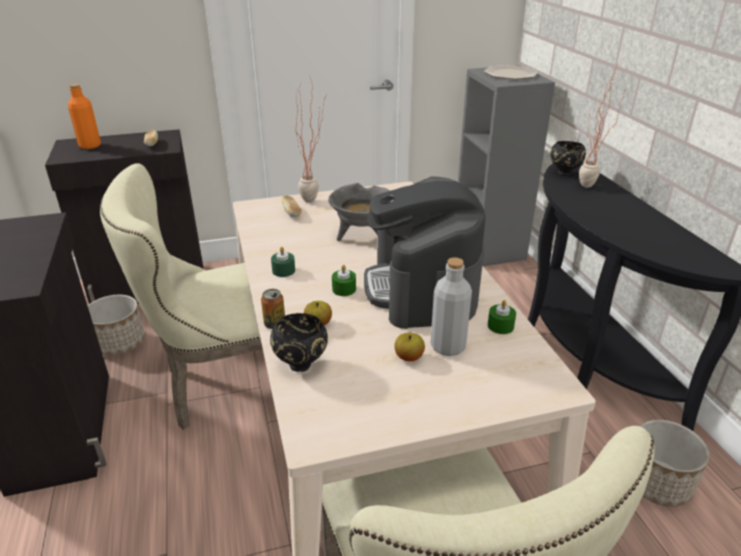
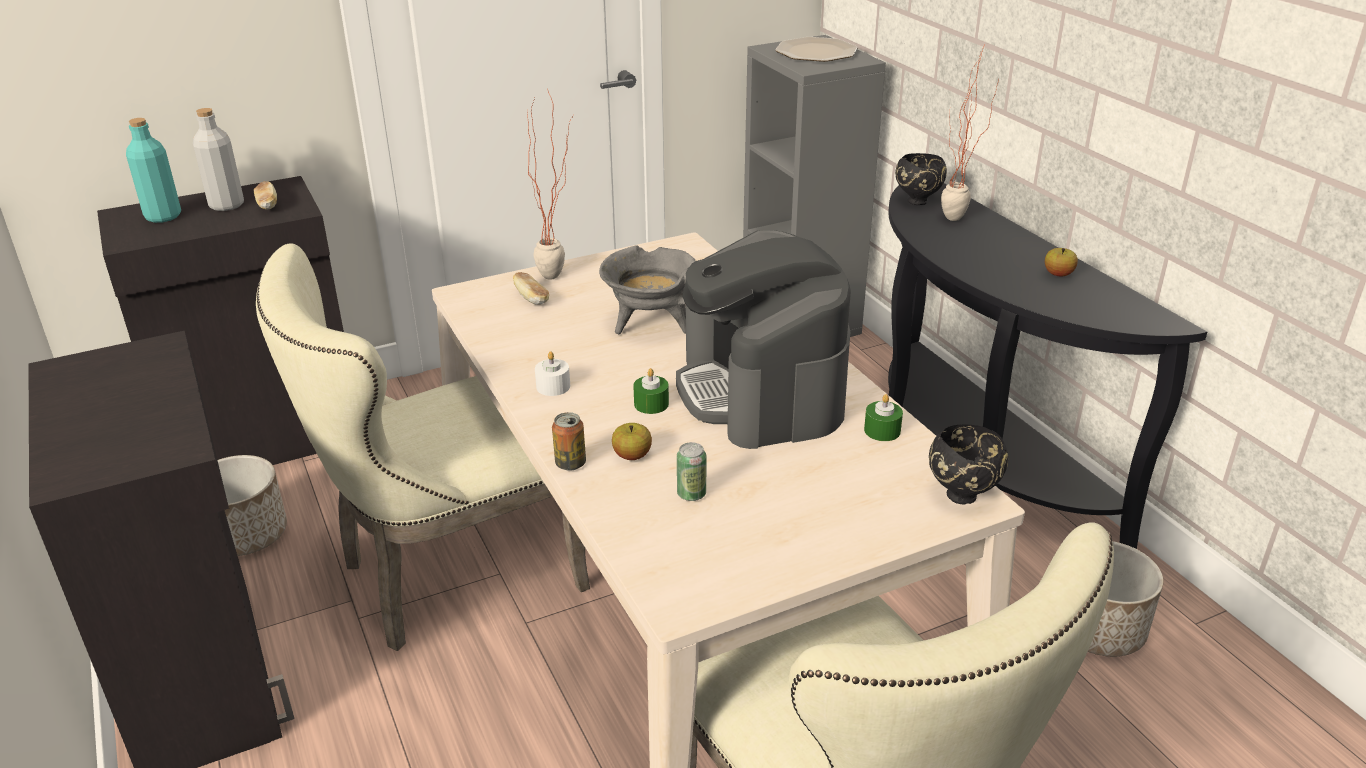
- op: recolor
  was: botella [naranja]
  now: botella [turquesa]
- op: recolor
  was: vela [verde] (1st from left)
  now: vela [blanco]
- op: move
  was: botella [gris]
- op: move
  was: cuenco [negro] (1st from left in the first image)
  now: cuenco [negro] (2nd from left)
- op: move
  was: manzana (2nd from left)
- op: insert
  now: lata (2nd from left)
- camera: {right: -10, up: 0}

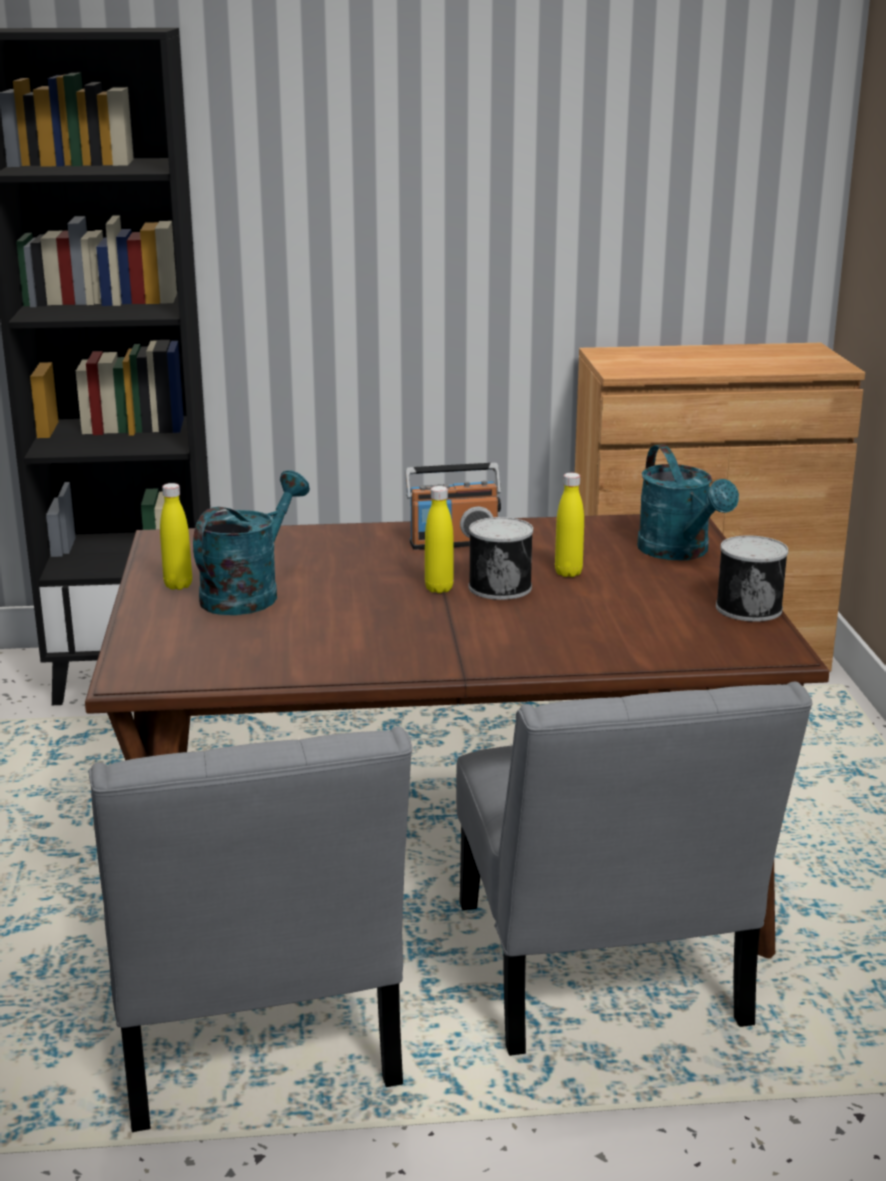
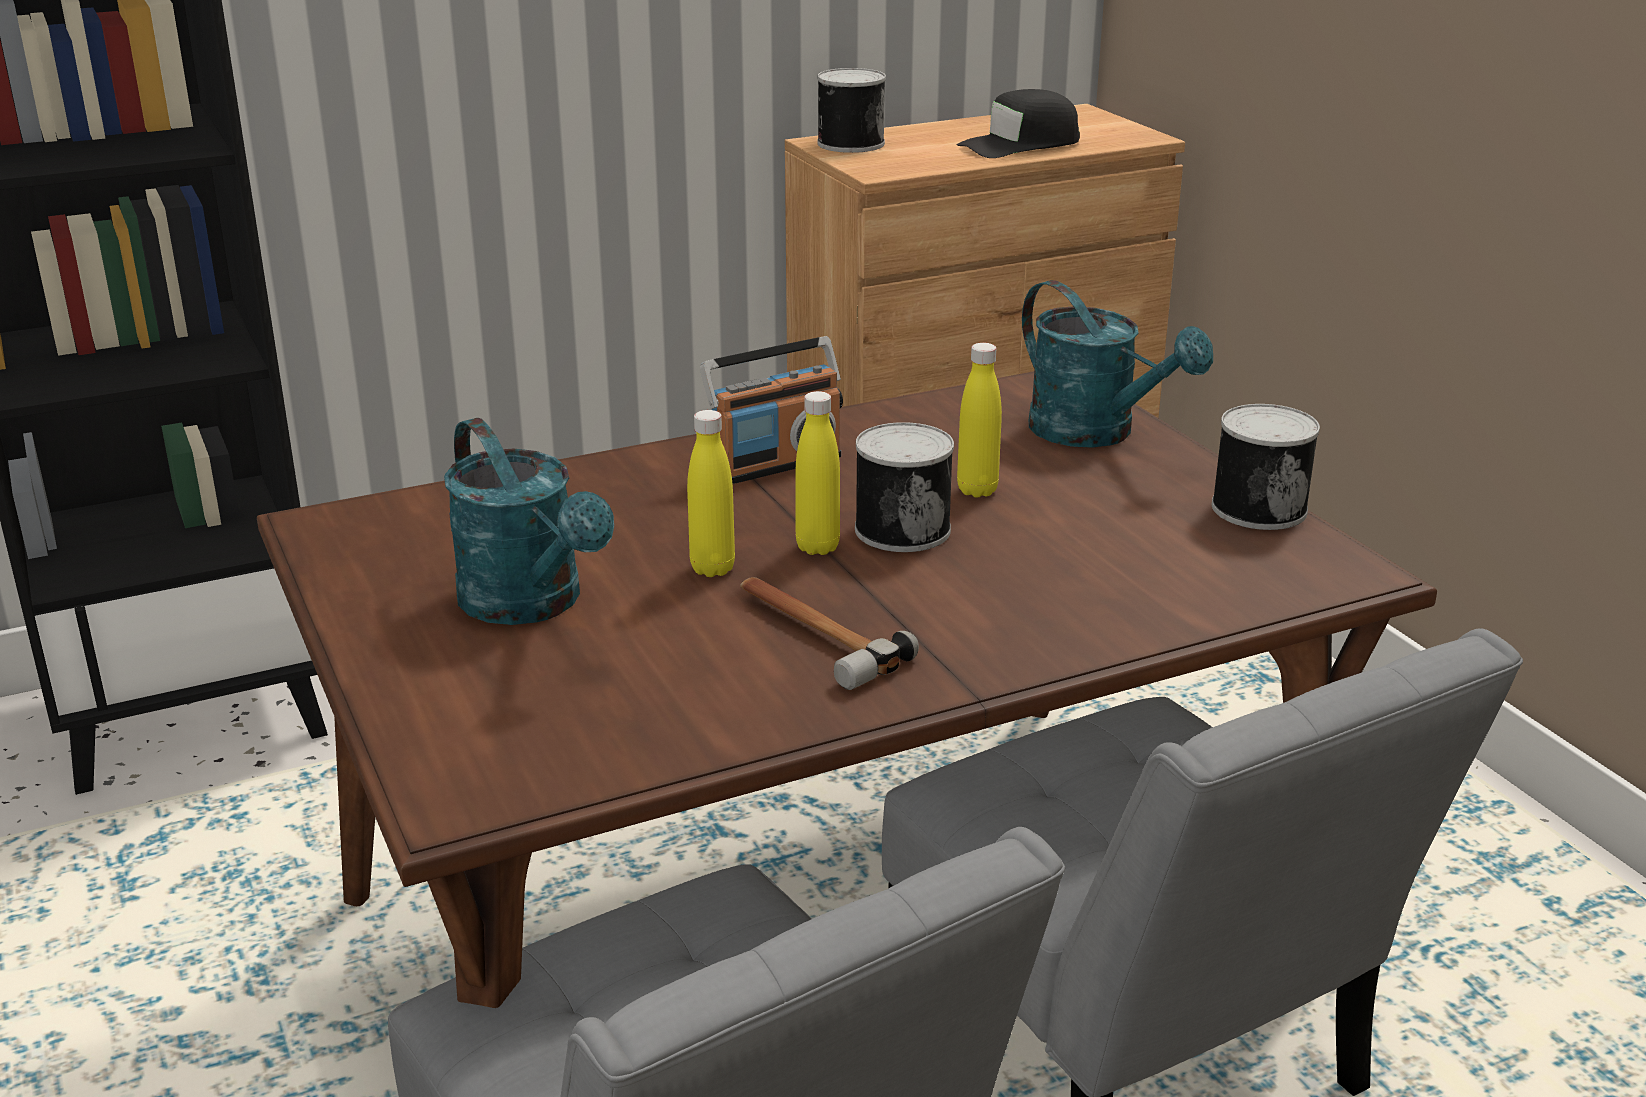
- op: rotate
  was: regadera [turquesa] (1st from left)
  clockwise: 135
- op: move
  was: botella [amarillo] (1st from left)
- op: insert
  now: lata (1st from left)
- op: insert
  now: gorra [negro]
- op: insert
  now: martillo
- camera: {right: -20, up: 5}

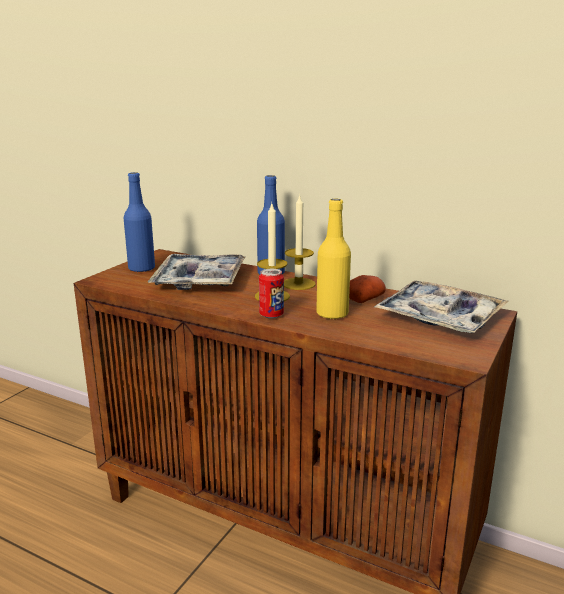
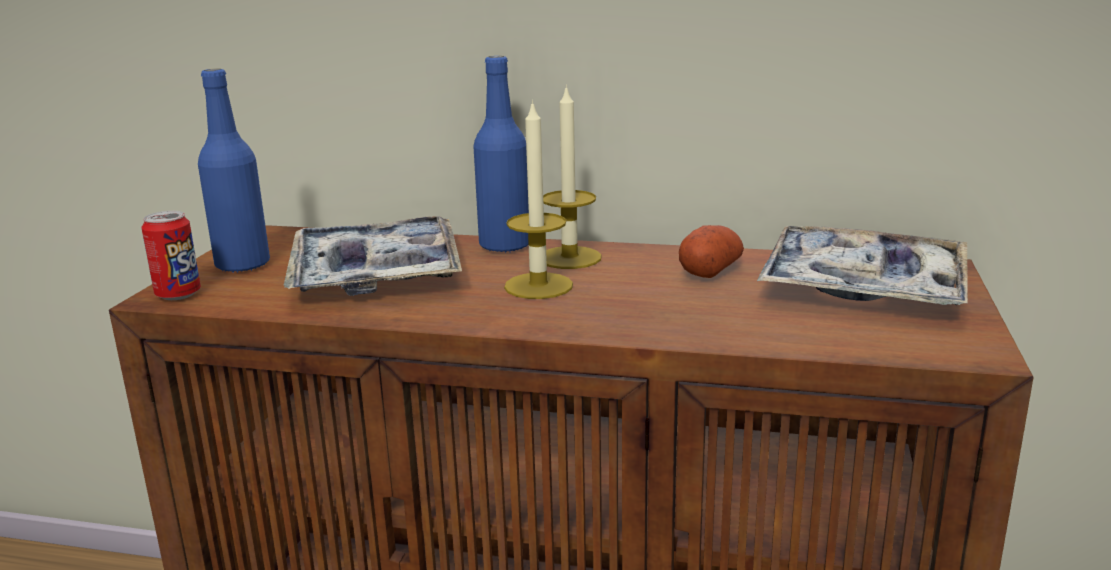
- op: delete
  was: botella [amarillo]
- op: move
  was: lata
- camera: {right: -15, up: 0}

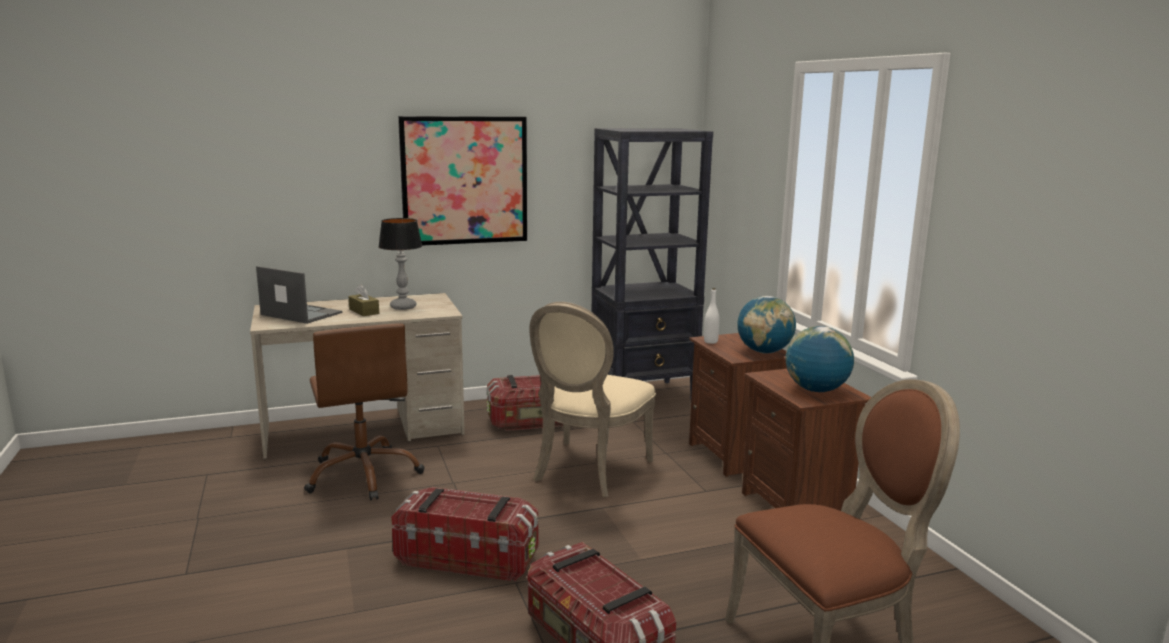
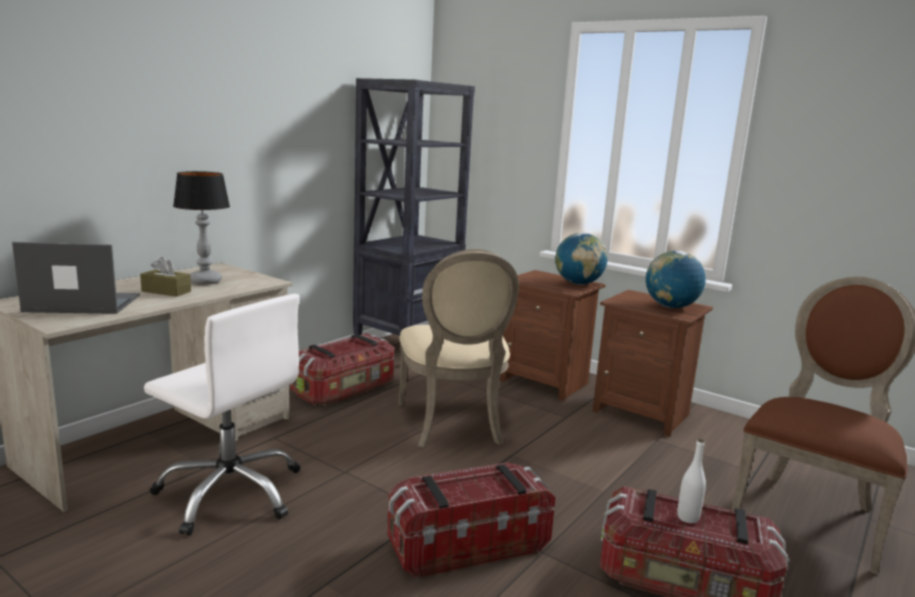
- op: delete
  was: cuadro
- op: move
  was: botella [blanco]
- op: recolor
  was: silla de oficina [marrón]
  now: silla de oficina [blanco]
- camera: {right: -35, up: 0}

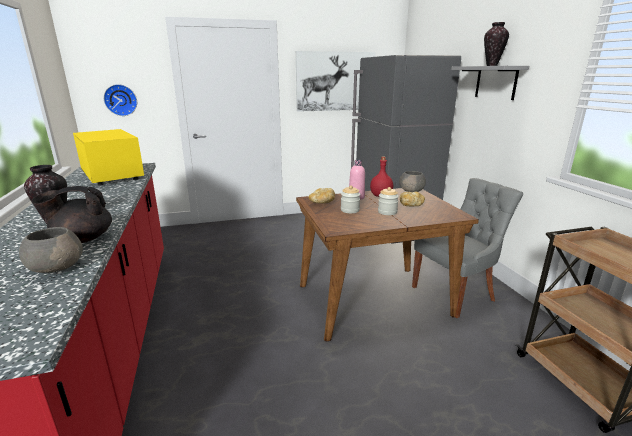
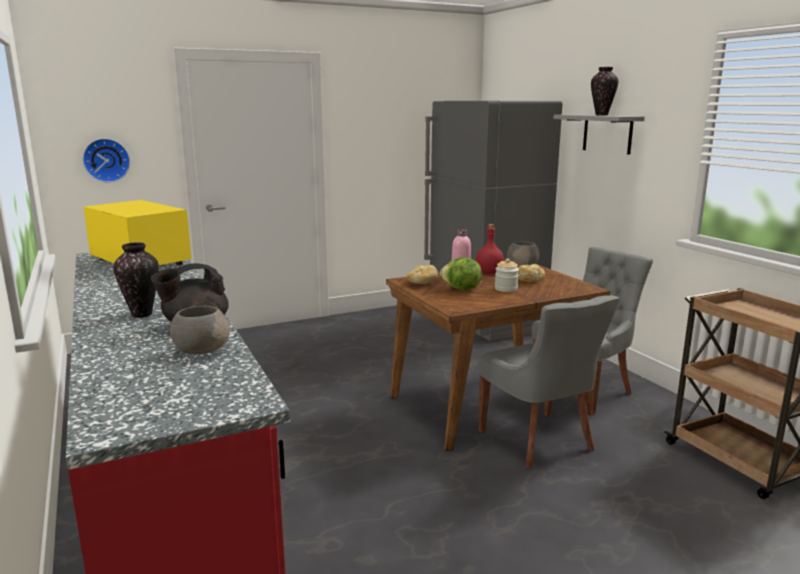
- op: delete
  was: cuadro
- op: replace
  was: tarro (1st from left)
  now: lechuga
- op: insert
  now: silla [gris] (1st from left)
- camera: {right: -10, up: -5}

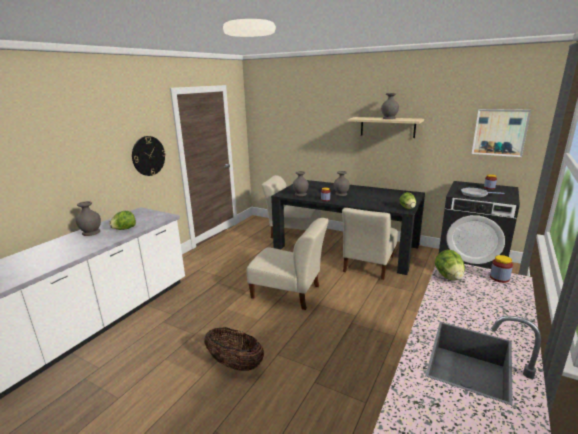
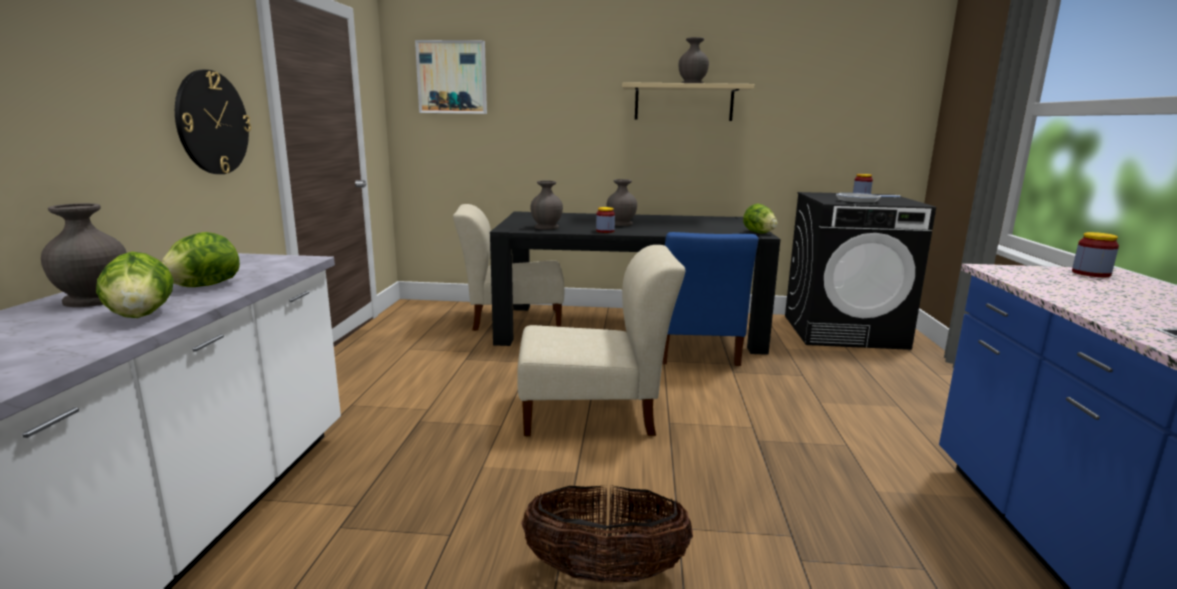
- op: move
  was: cuadro
- op: recolor
  was: silla [beis] (3rd from left)
  now: silla [azul]
- op: move
  was: lechuga (3rd from left in the first image)
  now: lechuga (1st from left)
- camera: {right: -25, up: -5}

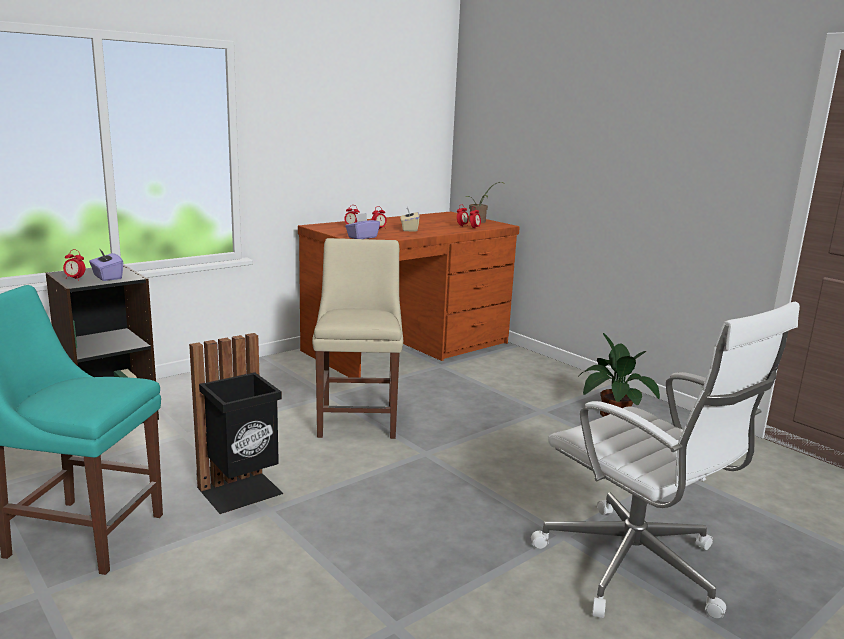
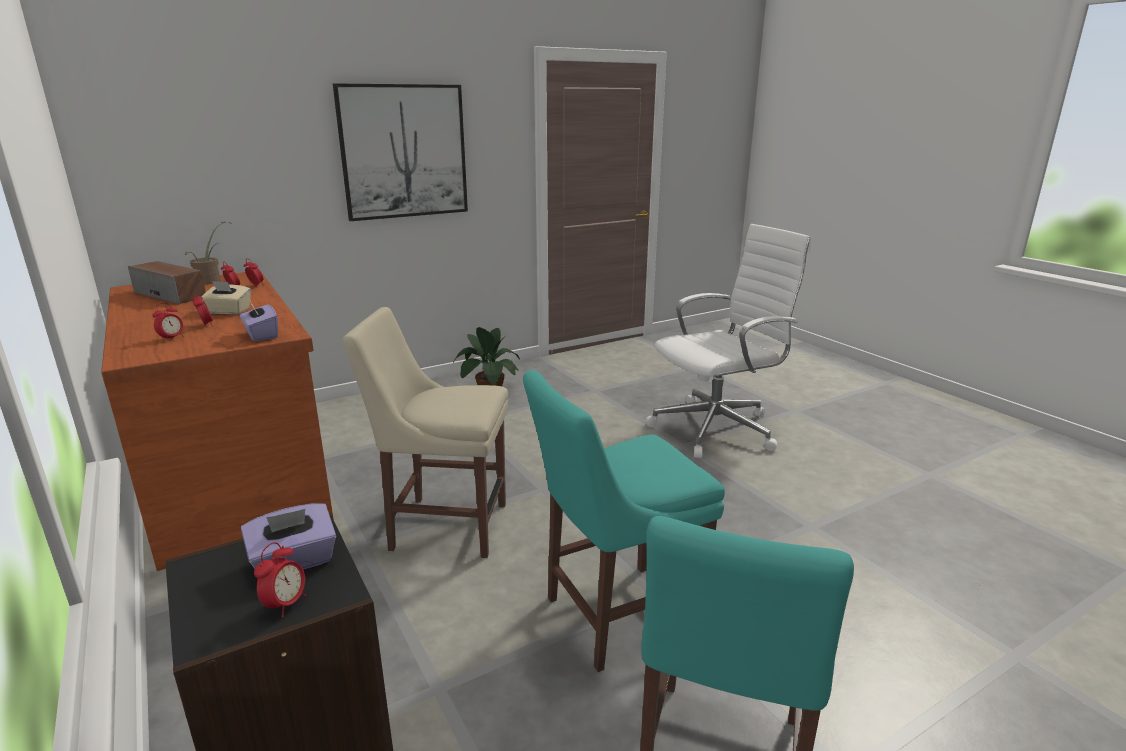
- op: replace
  was: papelera [negro]
  now: silla [turquesa] (1st from left)
- op: insert
  now: cuadro
- op: insert
  now: altavoz
- camera: {right: -80, up: 5}

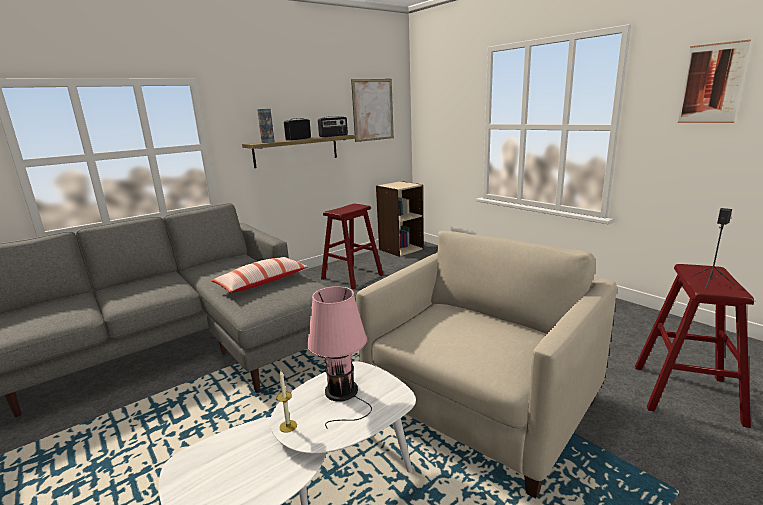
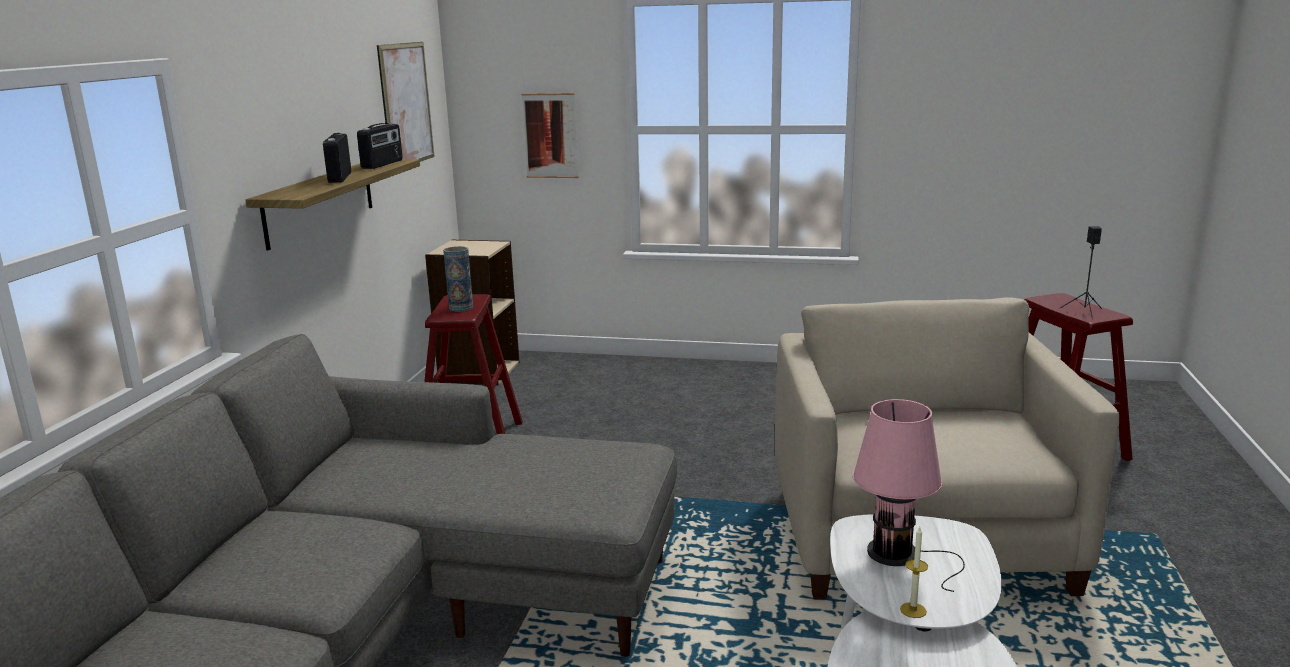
- op: move
  was: cuadro (2nd from left)
- op: move
  was: florero
- op: delete
  was: cojín
- camera: {right: -40, up: 0}

